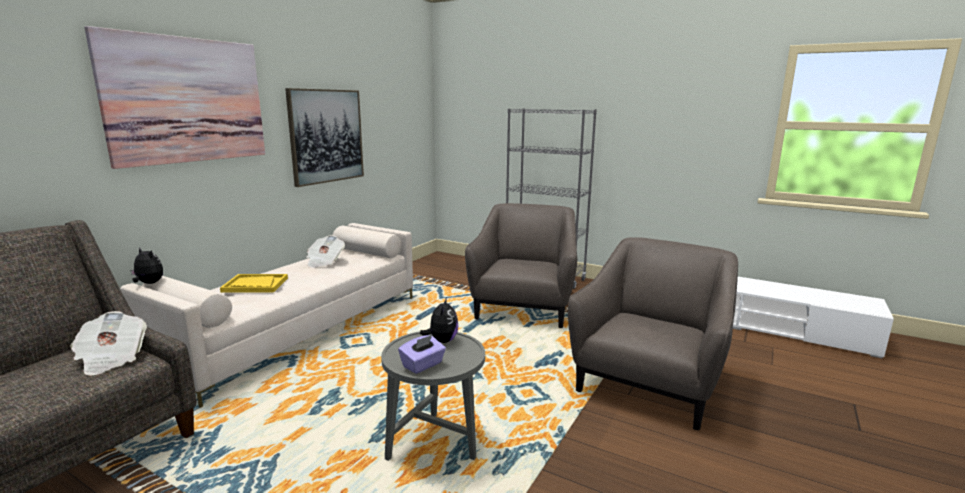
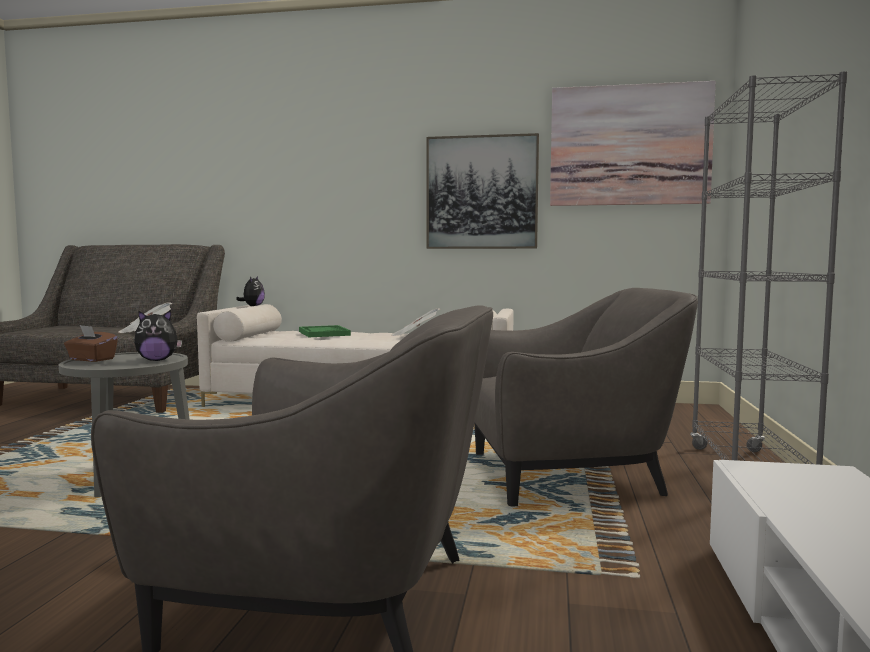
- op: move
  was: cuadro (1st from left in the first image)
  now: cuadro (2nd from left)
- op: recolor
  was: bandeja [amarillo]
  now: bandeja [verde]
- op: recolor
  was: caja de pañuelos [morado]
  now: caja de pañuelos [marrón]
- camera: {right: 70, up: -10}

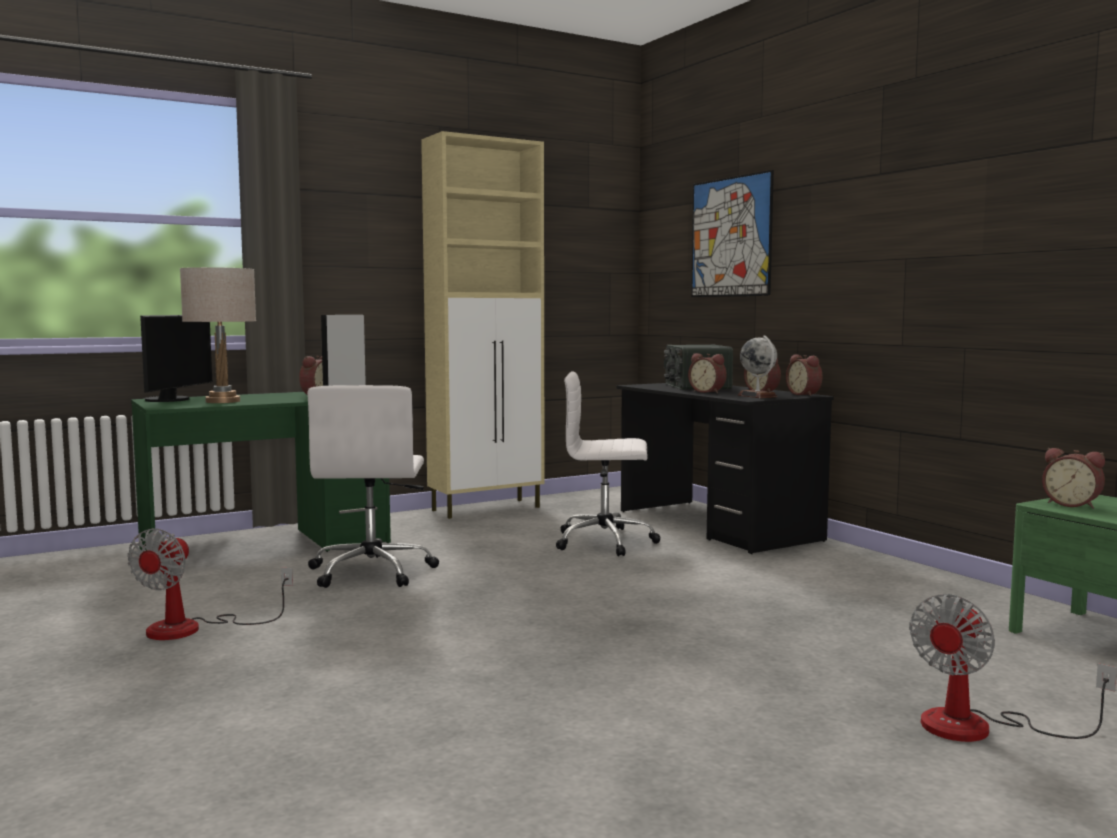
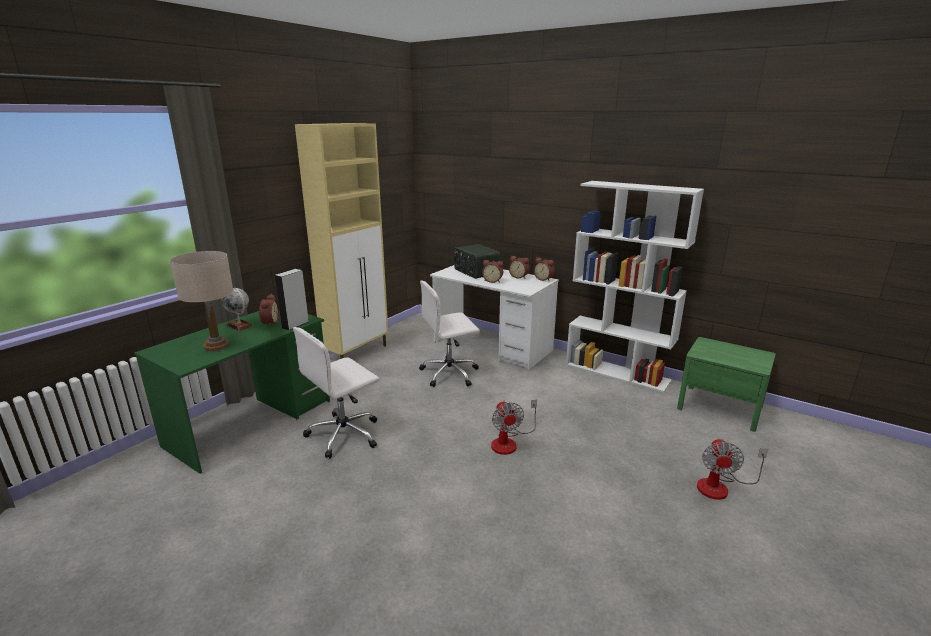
- op: delete
  was: cuadro
- op: delete
  was: monitor
- op: move
  was: globo terráqueo
- op: recolor
  was: escritorio [negro]
  now: escritorio [blanco]
- op: rotate
  was: silla de oficina [blanco] (1st from left)
  clockwise: 75
- op: delete
  was: despertador (5th from left)
- op: move
  was: ventilador (1st from left)
- op: insert
  now: estantería [blanco]
- camera: {right: -25, up: 15}

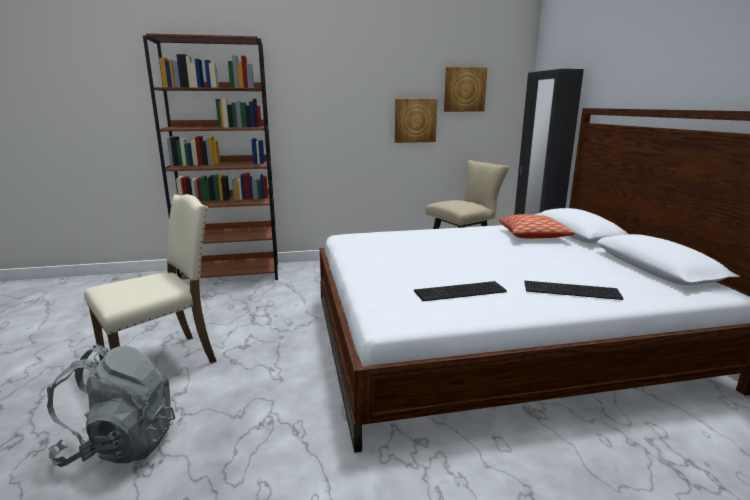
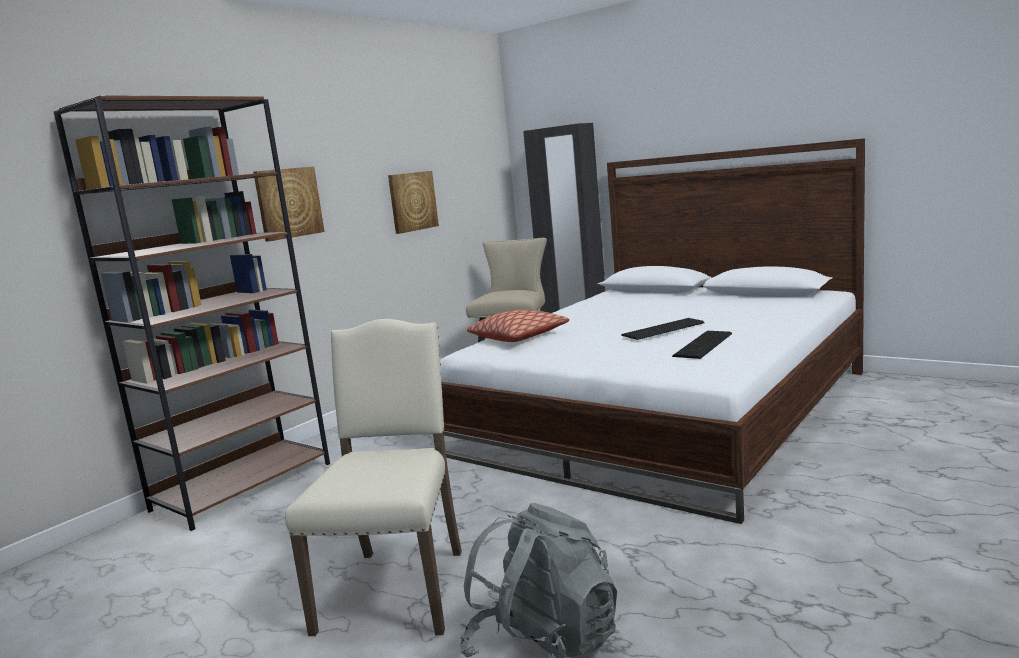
- op: move
  was: cuadro (2nd from left in the first image)
  now: cuadro (1st from left)
- op: move
  was: cojín
- op: move
  was: teclado (2nd from left in the first image)
  now: teclado (1st from left)
- camera: {right: -40, up: -5}

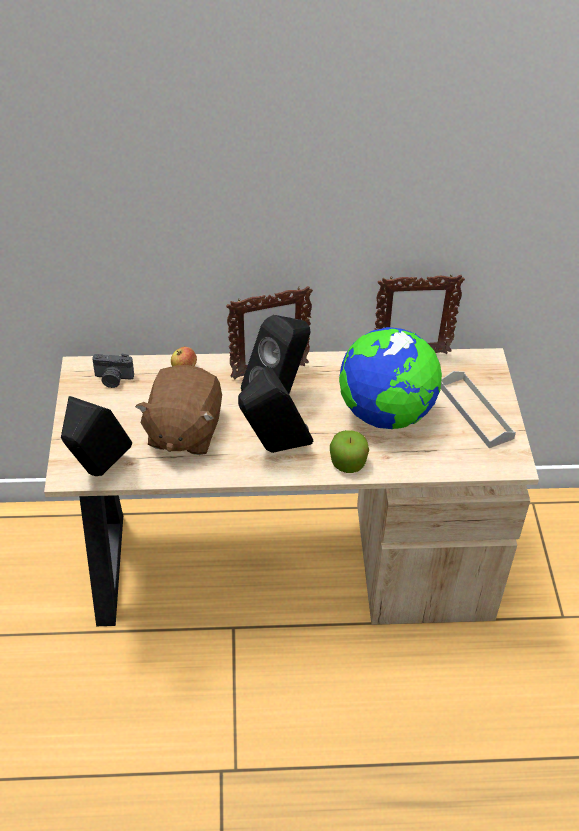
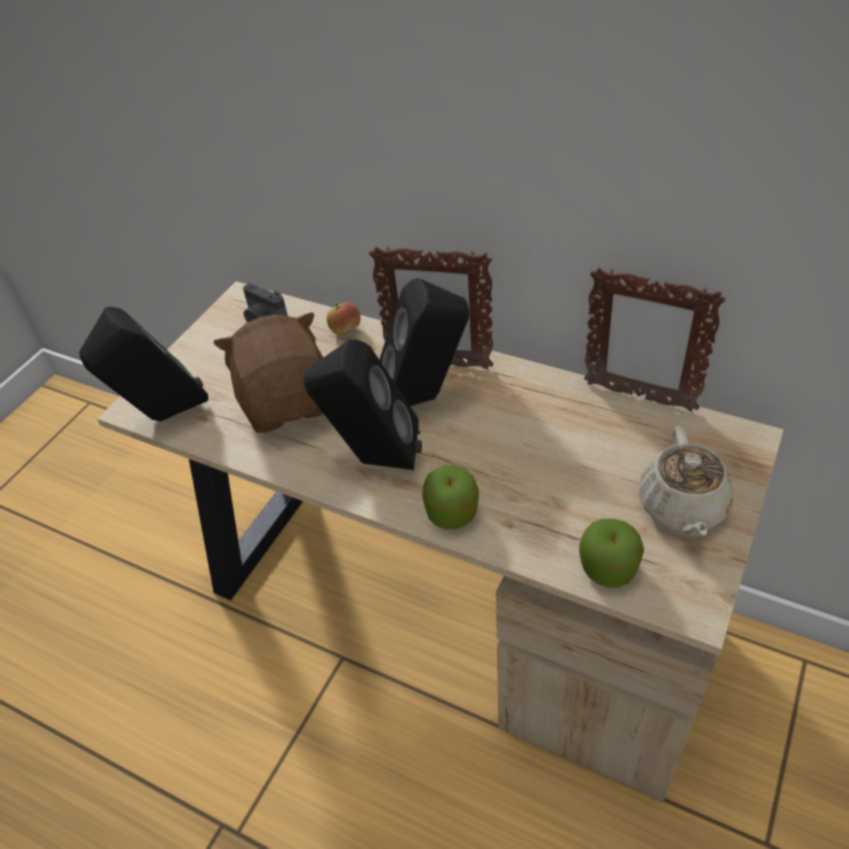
- op: delete
  was: globo terráqueo
- op: rotate
  was: peluche [marrón]
  clockwise: 120
- op: replace
  was: bandeja [gris]
  now: tetera [beis]
- op: insert
  now: manzana (3rd from left)
- camera: {right: 35, up: 0}

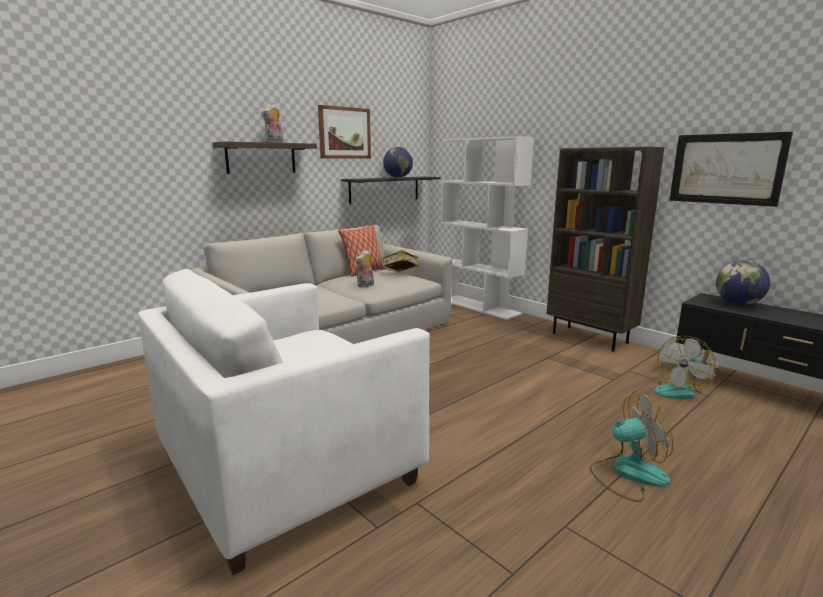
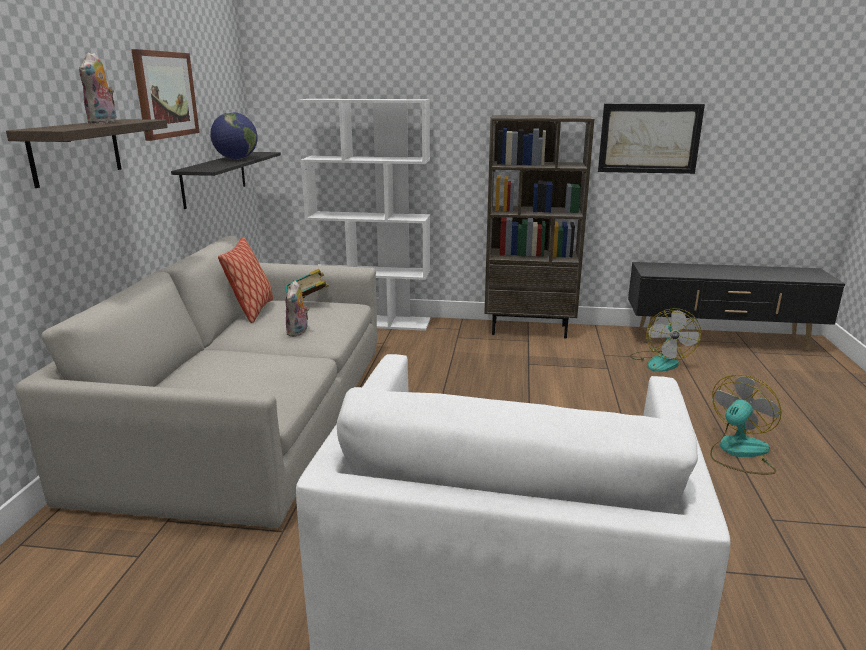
- op: delete
  was: globo terráqueo (2nd from left)
- camera: {right: -40, up: 5}

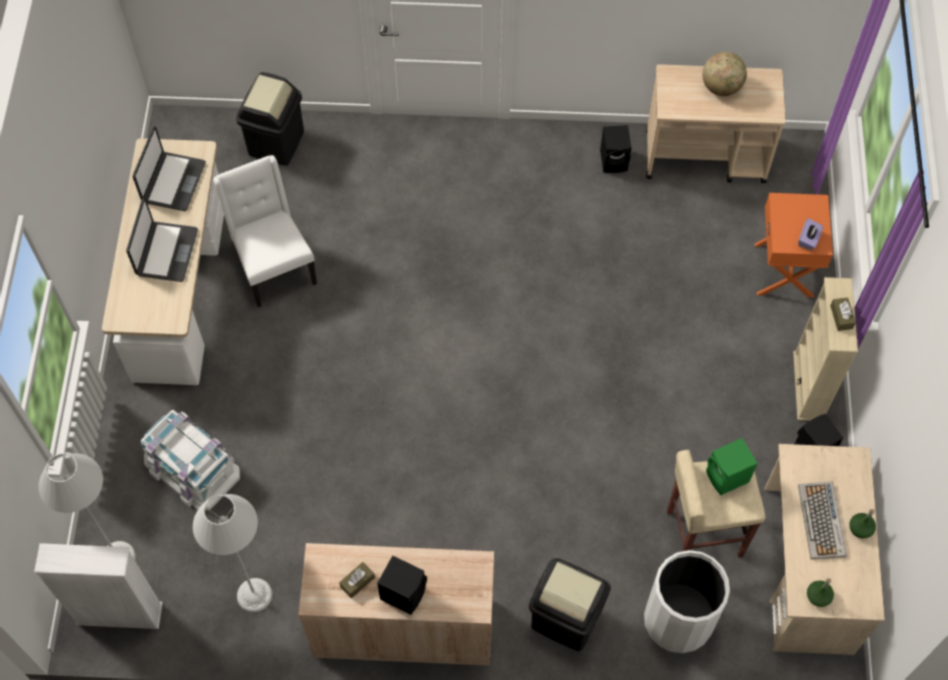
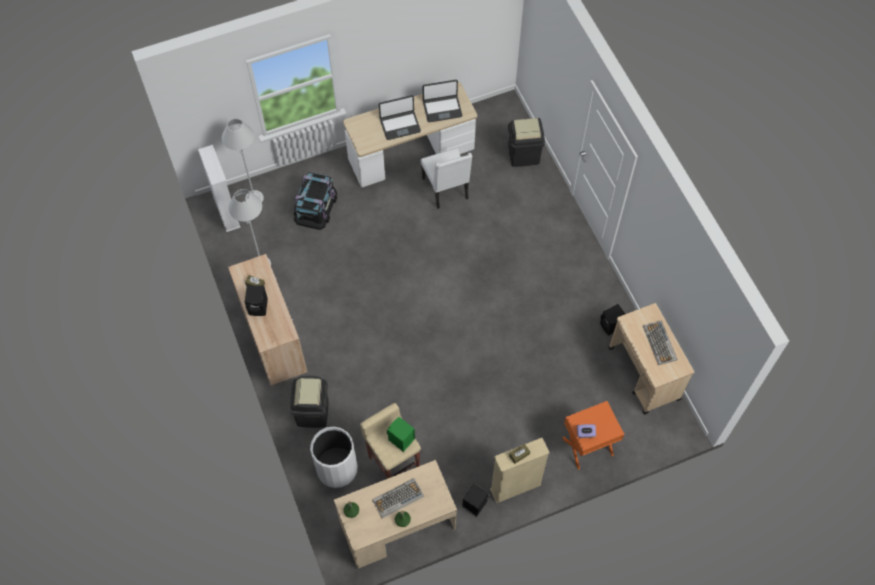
- op: replace
  was: globo terráqueo
  now: teclado (2nd from left)
- op: rotate
  was: silla [blanco]
  clockwise: 120
- op: recolor
  was: caja de almacenaje [blanco]
  now: caja de almacenaje [negro]
- camera: {right: 65, up: 0}

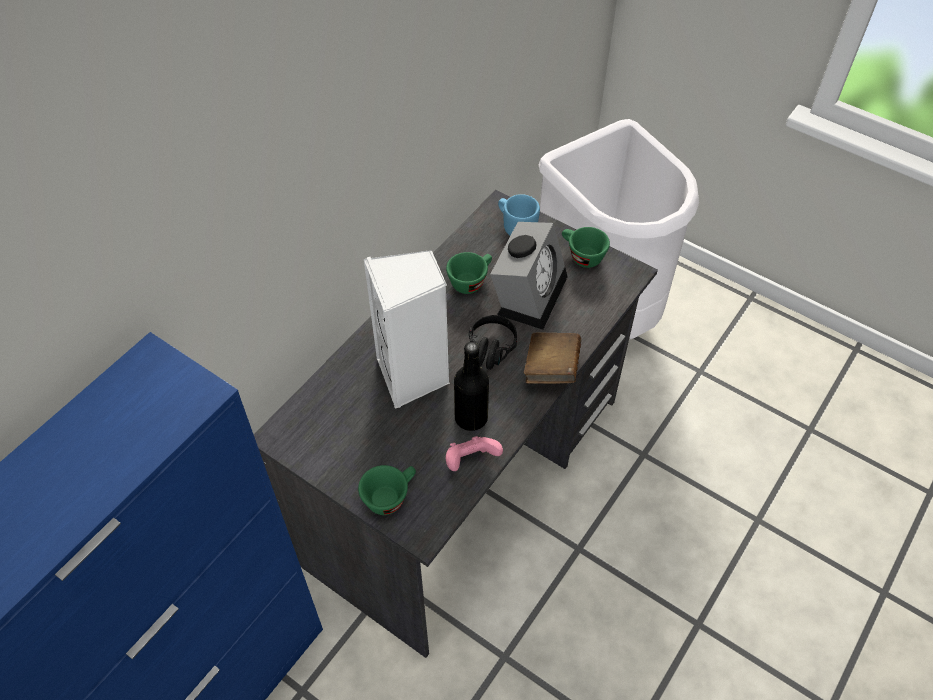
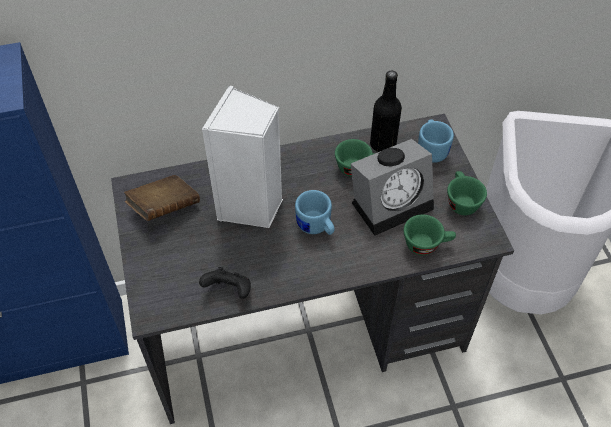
- op: replace
  was: auriculares [negro]
  now: taza grande [azul] (1st from left)
- op: move
  was: libro [marrón]
- op: move
  was: botella [negro]
- op: recolor
  was: mando de consola [rosa]
  now: mando de consola [negro]
- op: move
  was: taza [verde] (1st from left in the first image)
  now: taza [verde] (2nd from left)
- camera: {right: 40, up: 0}

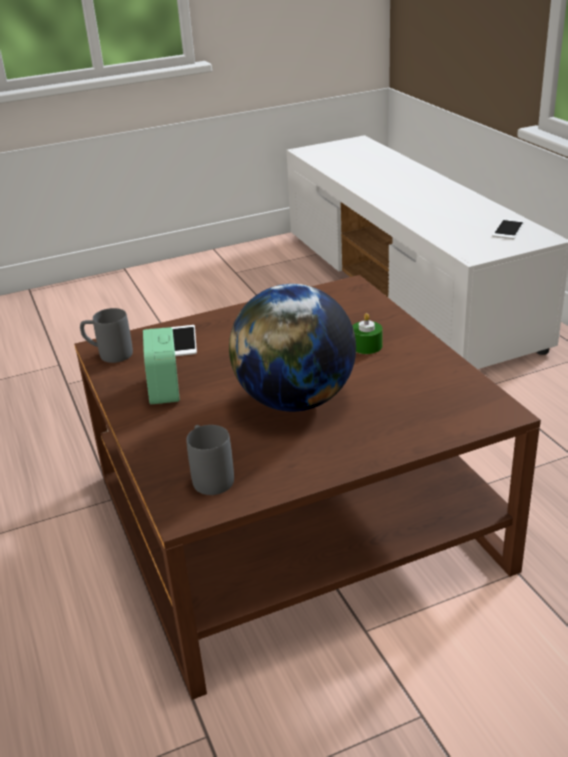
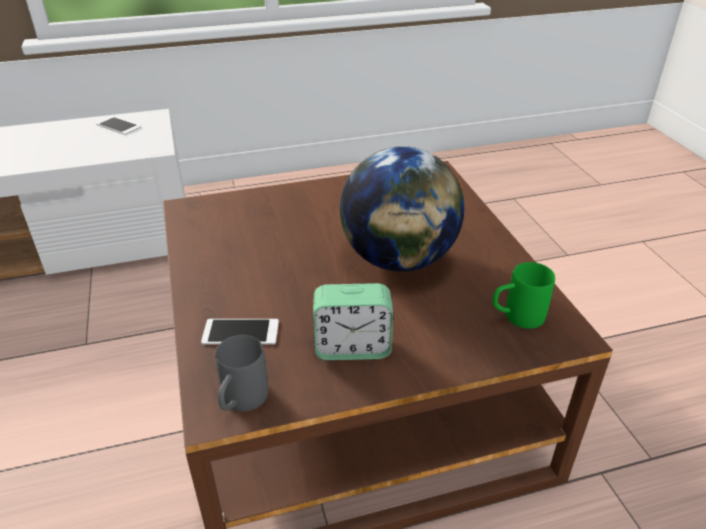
- op: delete
  was: vela [verde]
- op: recolor
  was: taza grande [gris] (2nd from left)
  now: taza grande [verde]
- camera: {right: -85, up: 5}

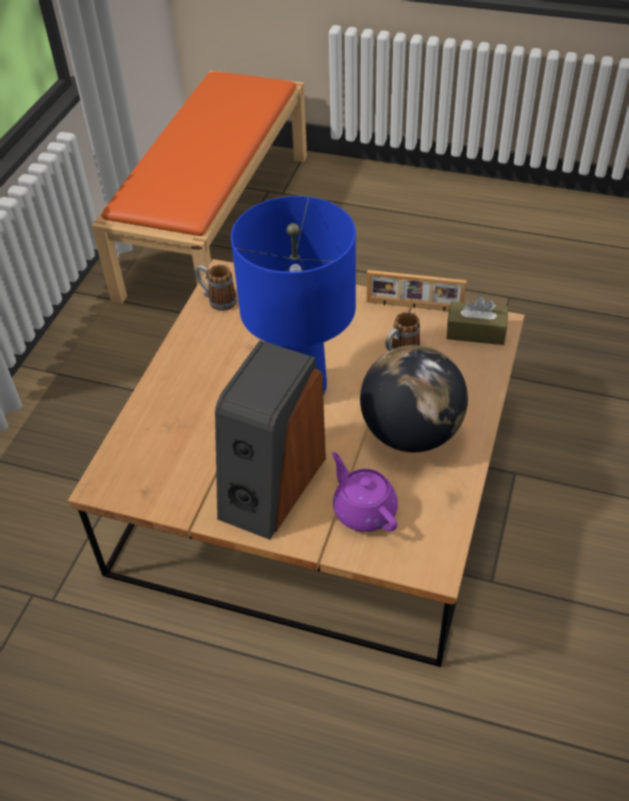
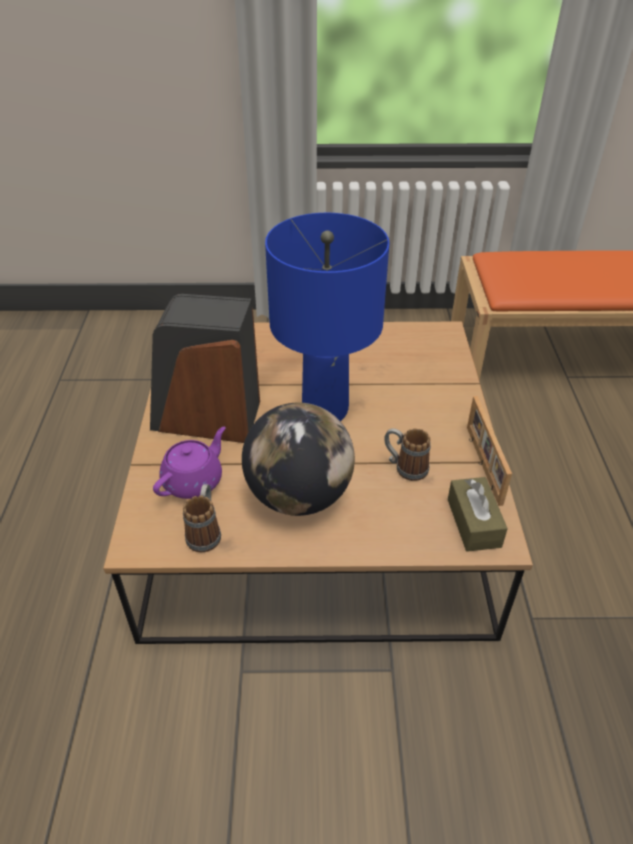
- op: move
  was: taza grande (1st from left)
- camera: {right: 70, up: -5}

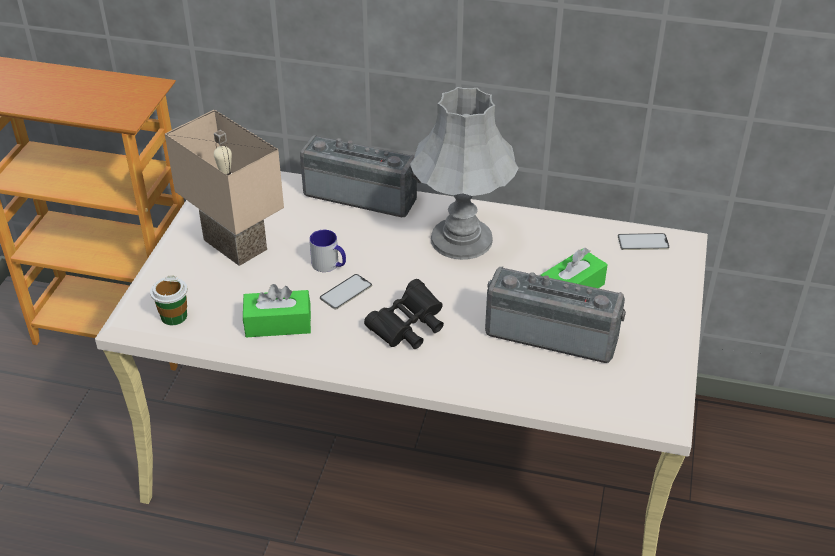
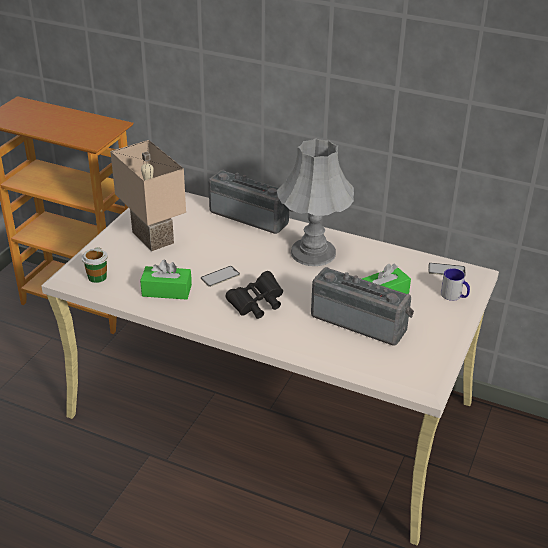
- op: move
  was: taza grande
- camera: {right: 10, up: -5}

